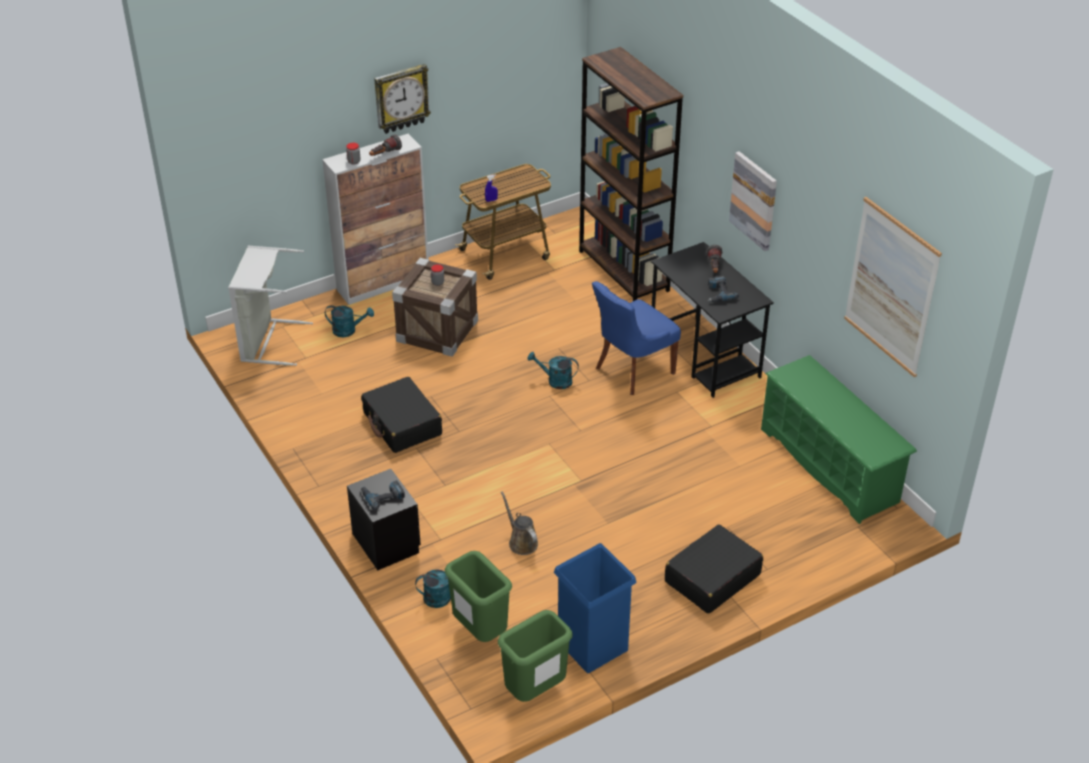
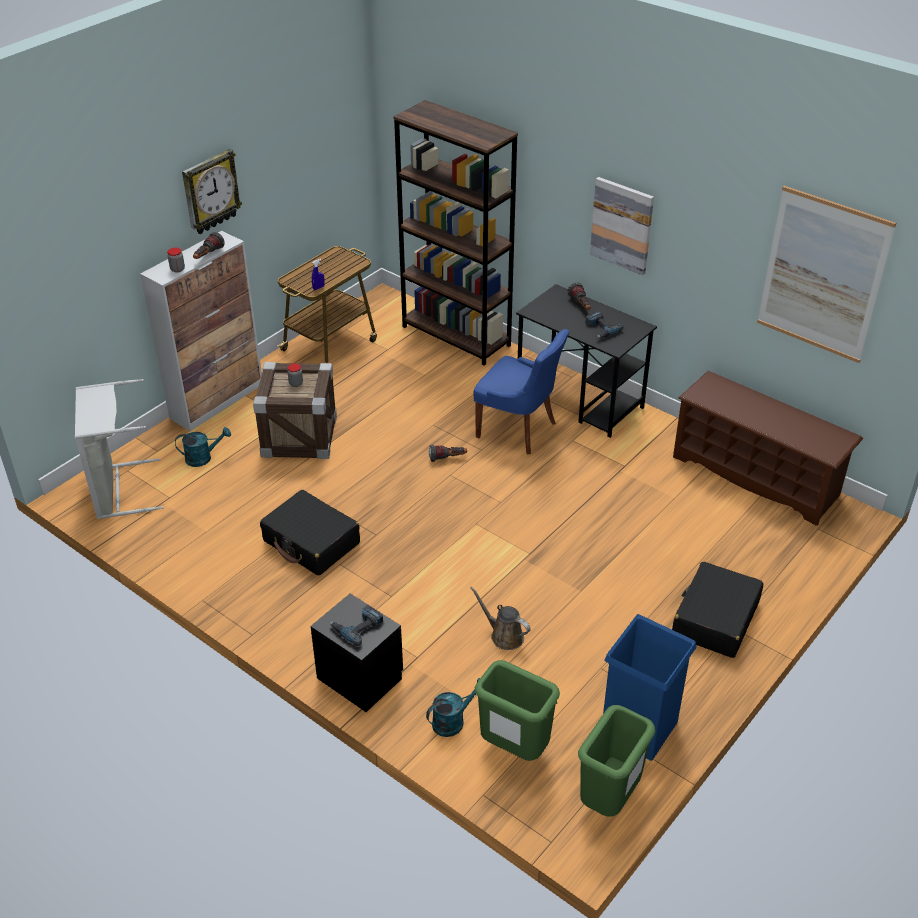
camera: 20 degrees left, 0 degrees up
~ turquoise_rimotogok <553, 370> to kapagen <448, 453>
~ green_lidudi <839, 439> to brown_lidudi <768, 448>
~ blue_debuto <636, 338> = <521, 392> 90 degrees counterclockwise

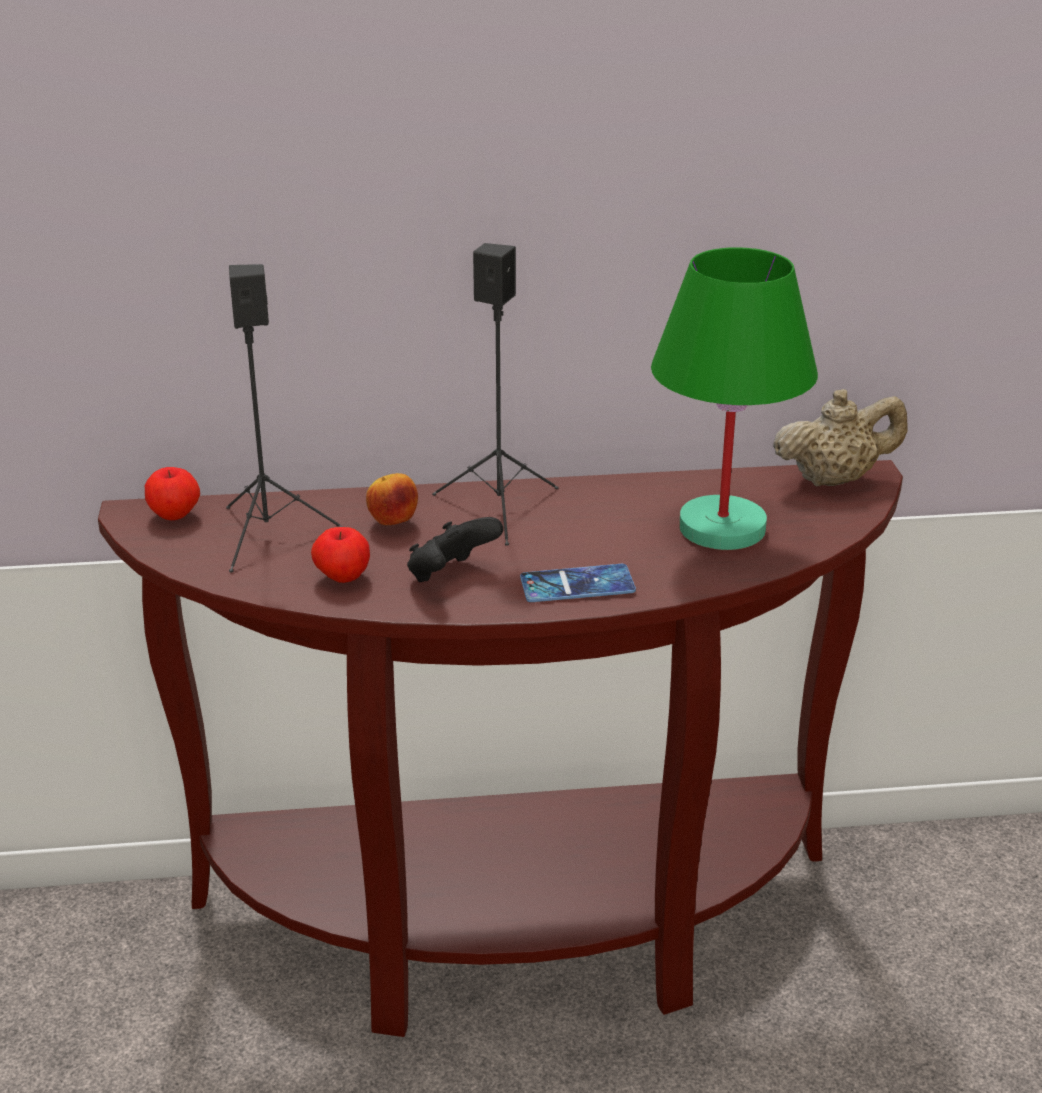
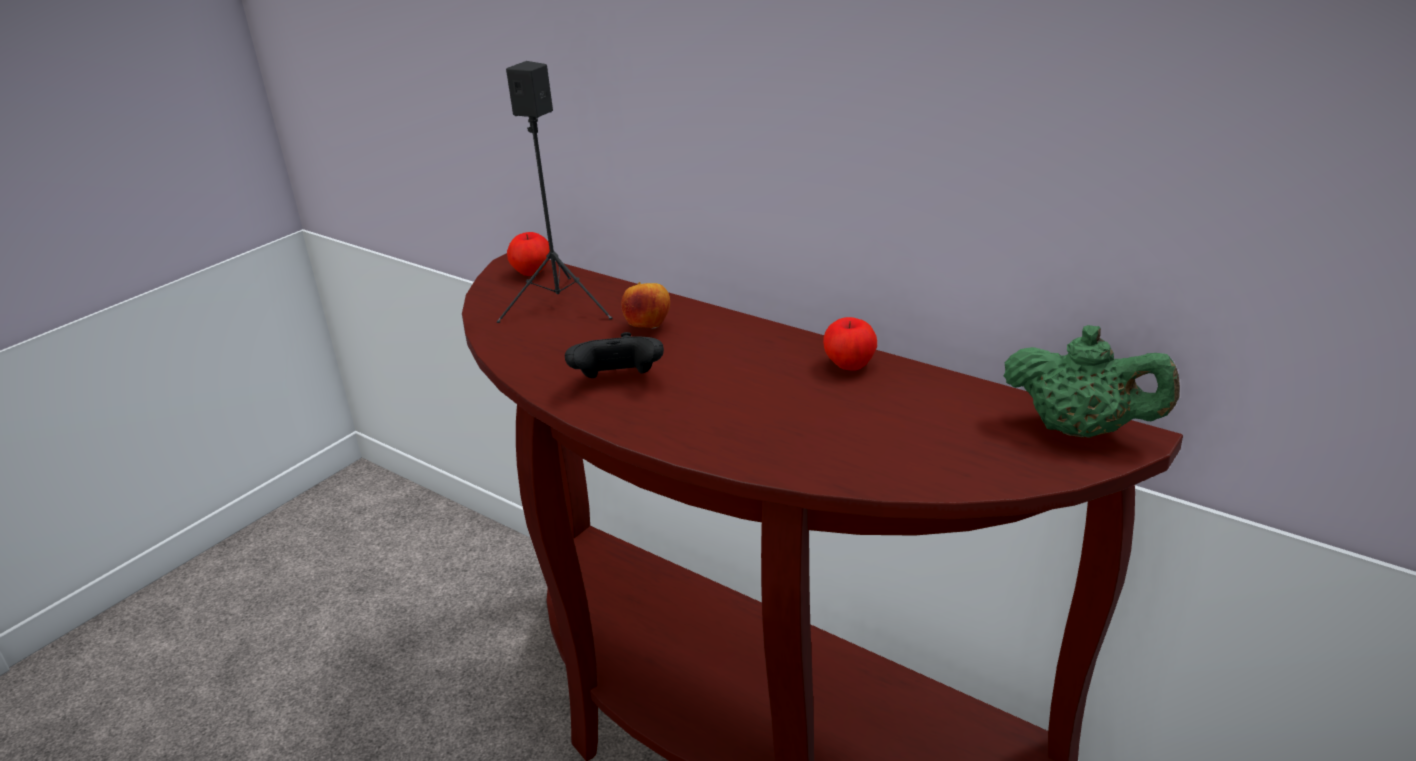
camera: 45 degrees right, 0 degrees up
- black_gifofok <495, 394>
- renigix <578, 583>
- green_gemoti <734, 398>
~ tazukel <340, 555> to <850, 344>
~ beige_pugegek <840, 438> to green_pugegek <1092, 381>

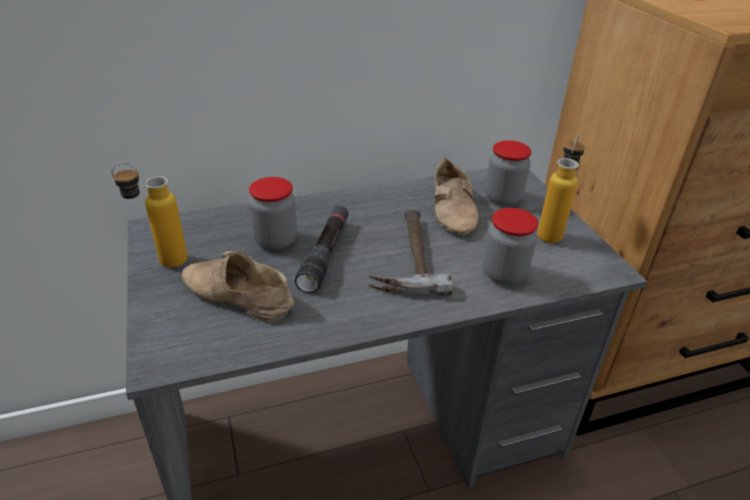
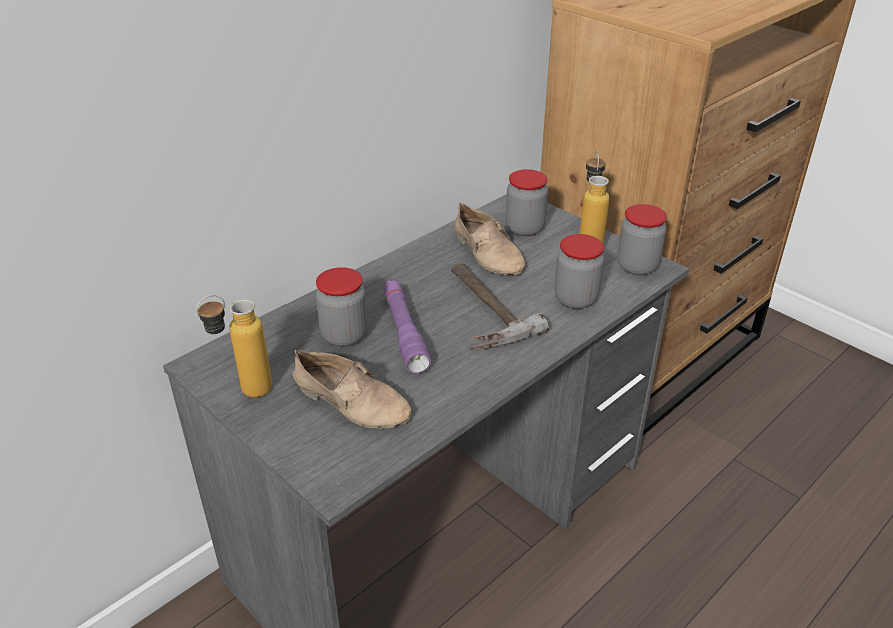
camera: 25 degrees left, 0 degrees up
+ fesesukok <642, 239>
~ black_kapagen <322, 249> to purple_kapagen <407, 327>
~ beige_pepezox <238, 287> = <351, 389> 150 degrees counterclockwise

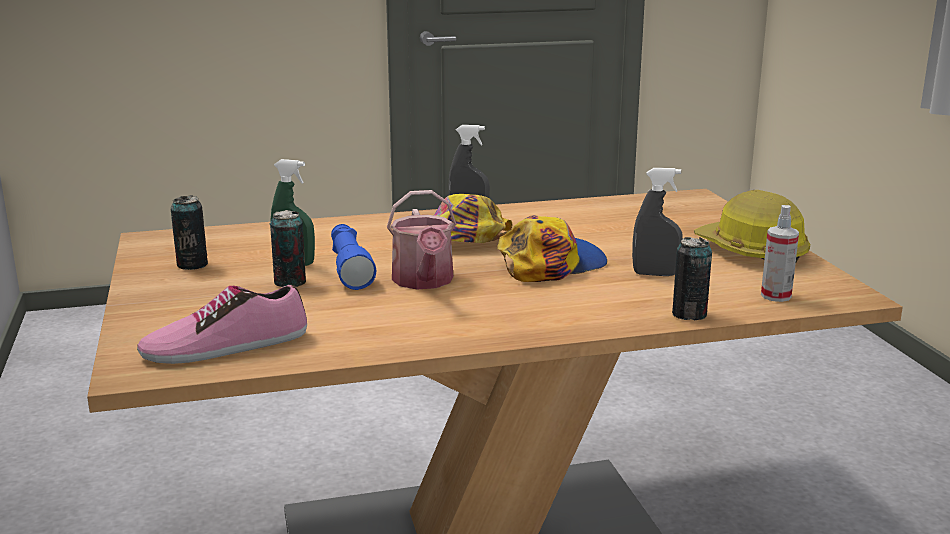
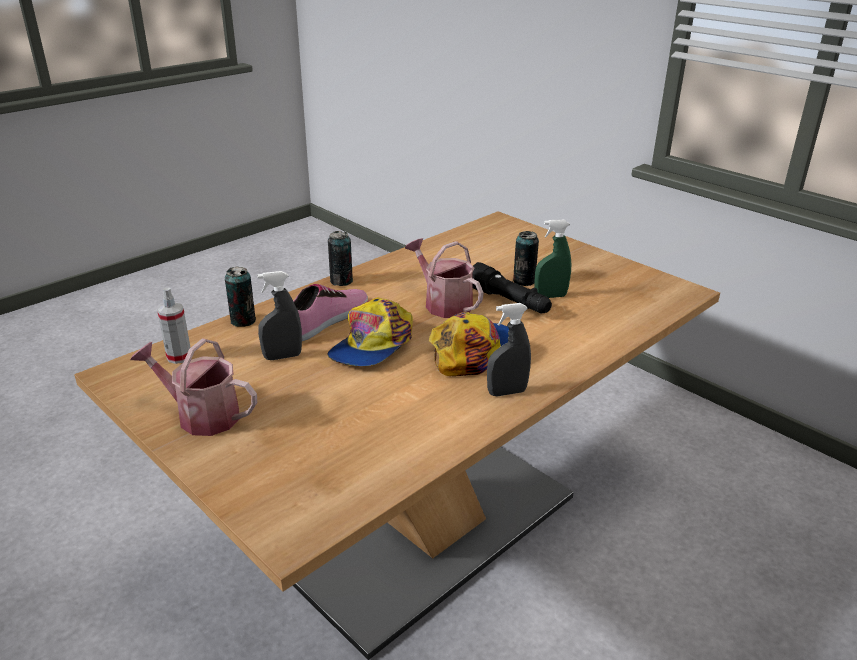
camera: 150 degrees right, 10 degrees up
~ pepezox <222, 324> to <331, 312>
~ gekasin <189, 233> to <340, 258>
~ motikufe <752, 226> to rimotogok <193, 387>
~ blue_kapagen <353, 257> to black_kapagen <512, 287>

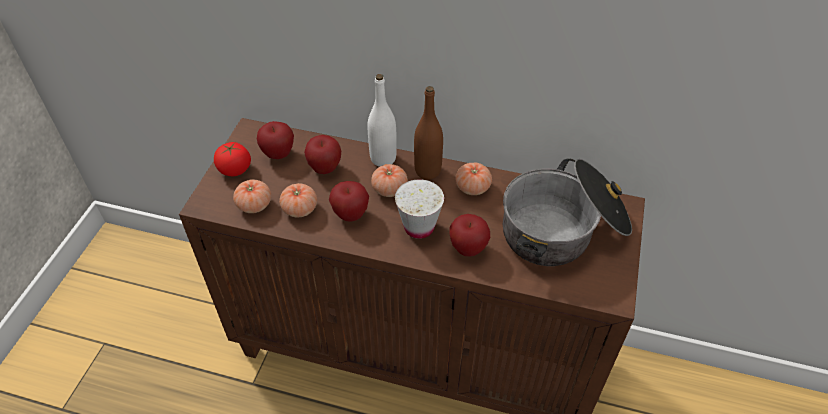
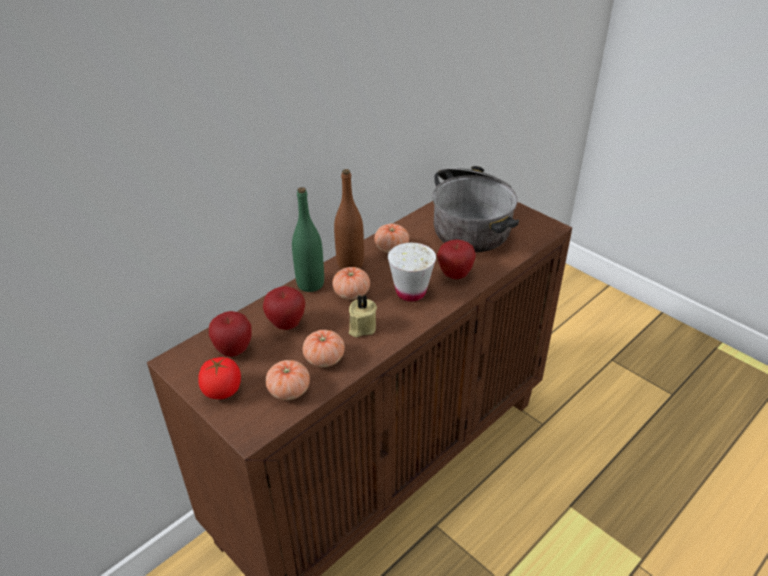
camera: 60 degrees left, 10 degrees down
~ tazukel <349, 201> to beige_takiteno <363, 316>
~ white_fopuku <382, 120> to green_fopuku <308, 239>

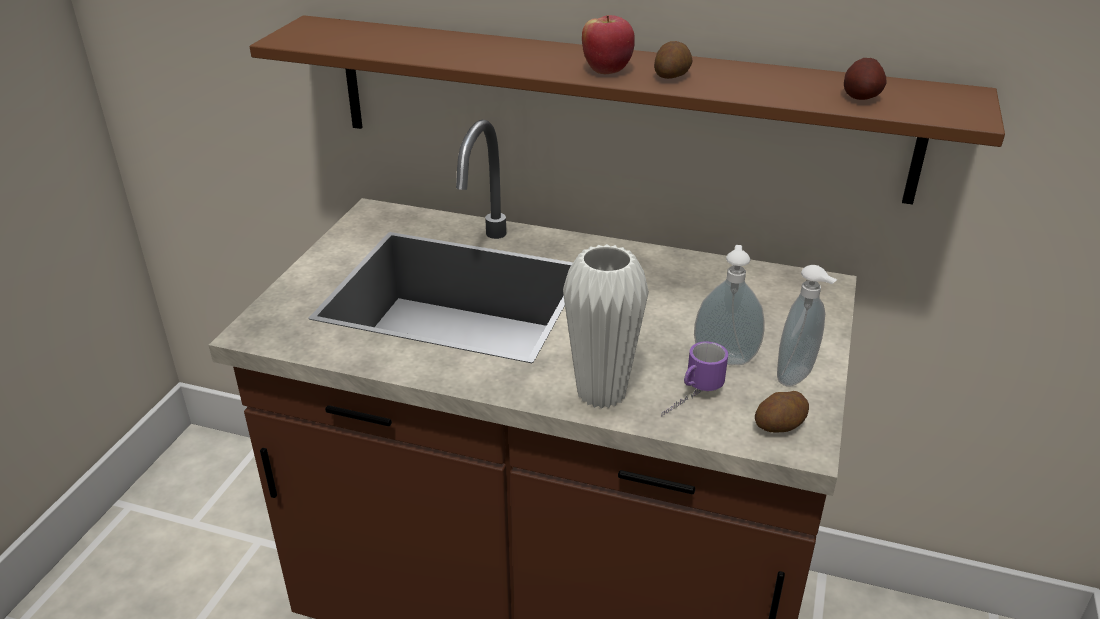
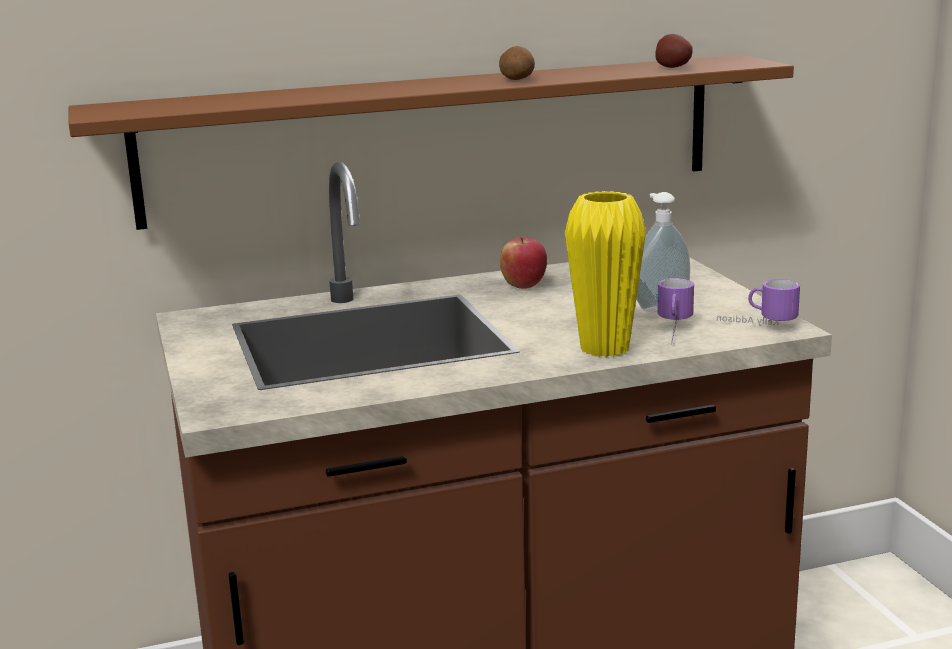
camera: 35 degrees left, 15 degrees down
- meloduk <807, 326>
~ tazukel <608, 44> to <523, 263>
~ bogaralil <782, 412> to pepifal <758, 302>
~ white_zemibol <606, 326> to yellow_zemibol <605, 274>

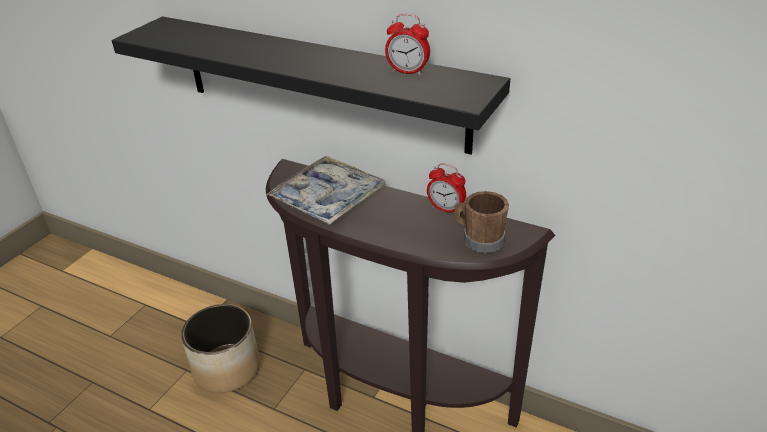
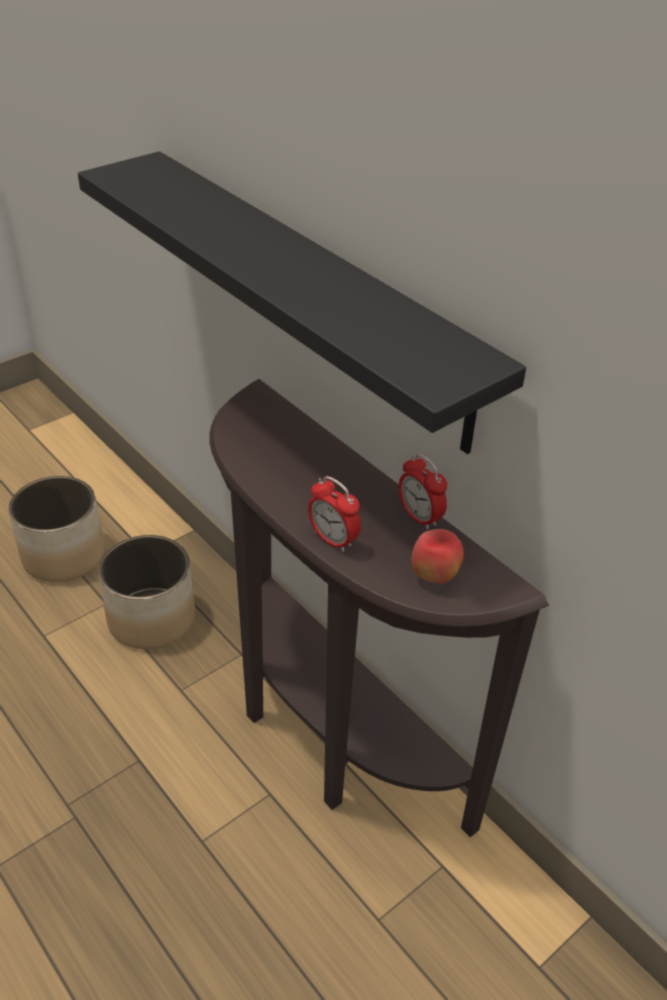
camera: 20 degrees right, 5 degrees up
- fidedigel <326, 190>
+ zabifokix <57, 529>
~ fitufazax <407, 44> to <334, 514>
~ brown_pepifal <481, 222> to tazukel <438, 556>

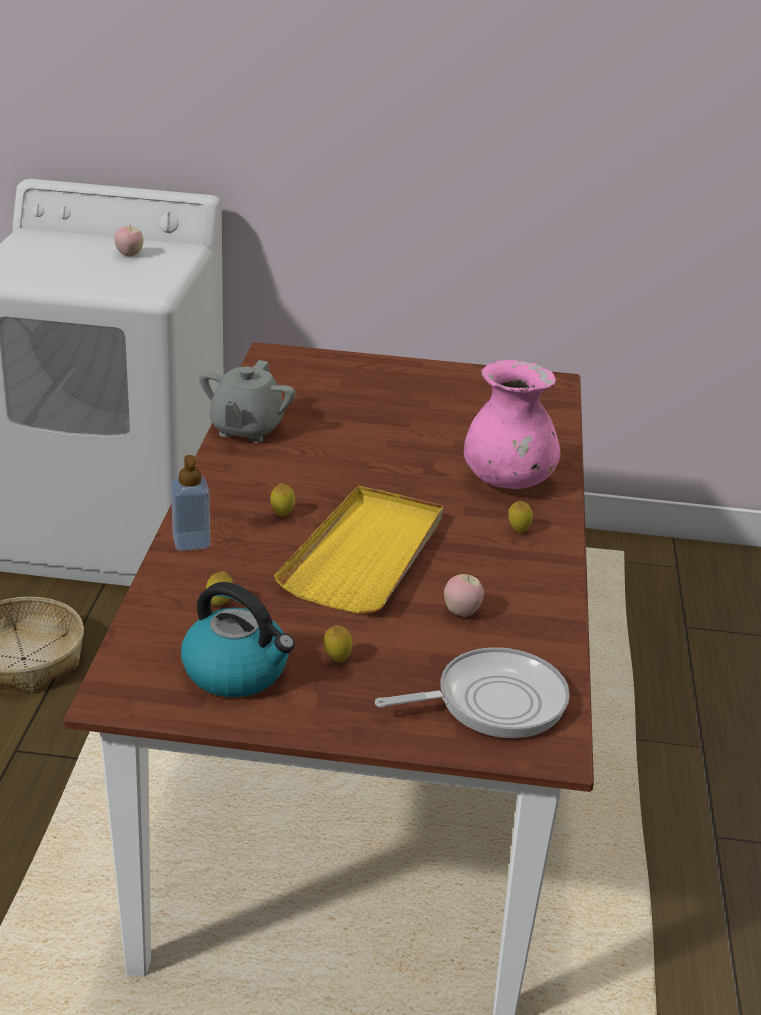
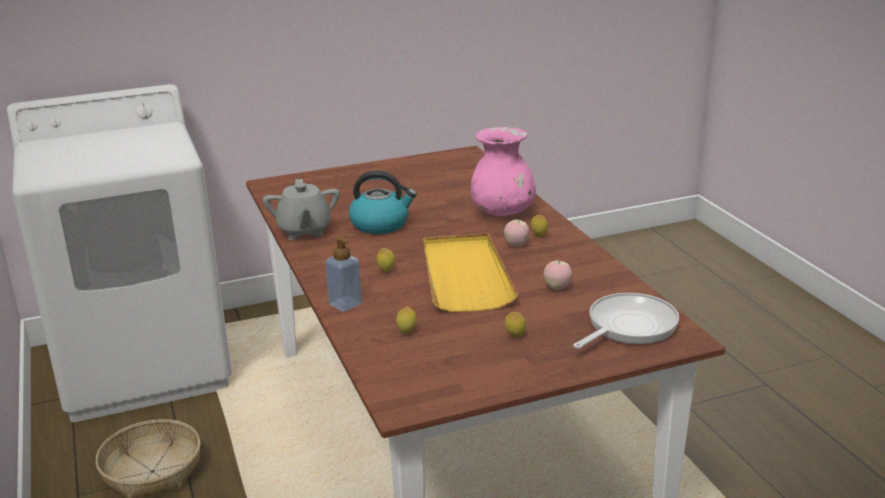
camera: 25 degrees left, 5 degrees down
~ tazukel <129, 241> to <516, 232>
~ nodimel <238, 639> to <383, 202>

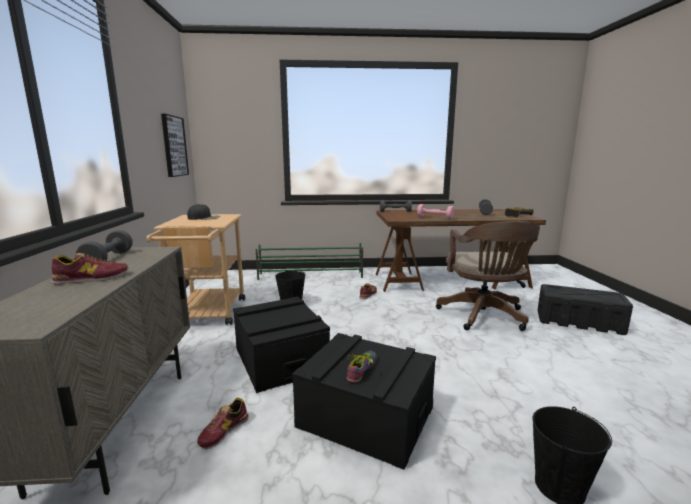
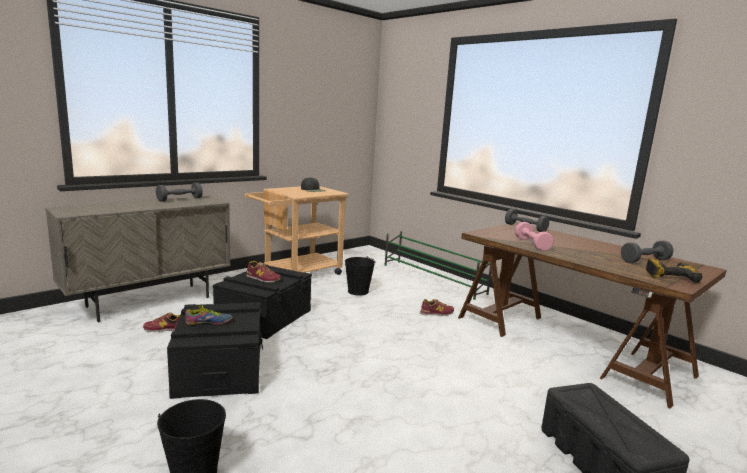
camera: 50 degrees right, 0 degrees up
- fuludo <175, 145>
- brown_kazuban <488, 276>
~ pepezox <89, 269> to <263, 272>

